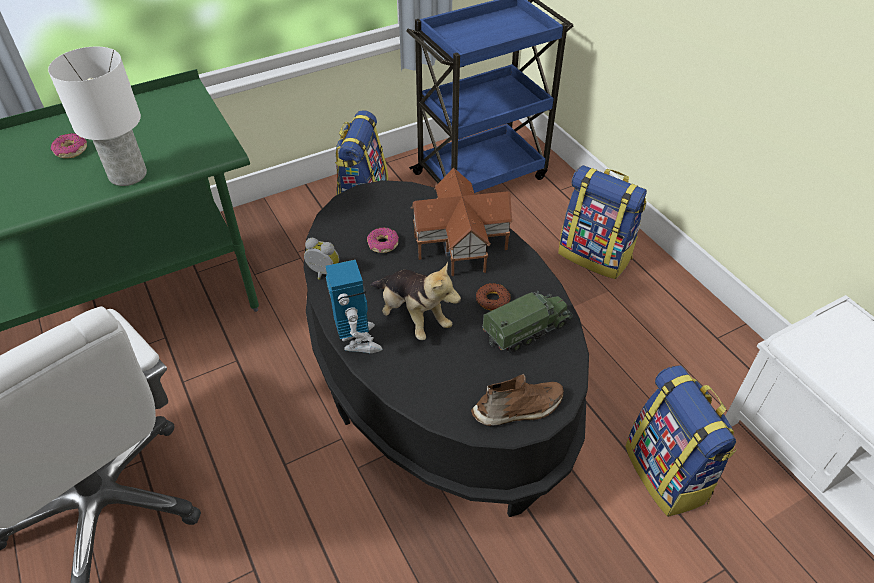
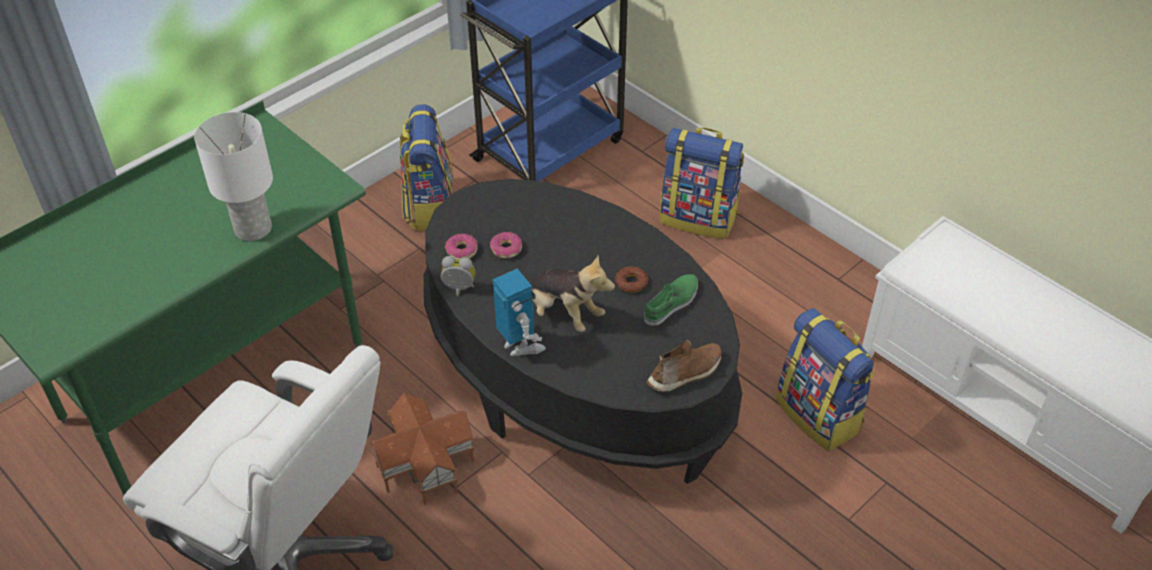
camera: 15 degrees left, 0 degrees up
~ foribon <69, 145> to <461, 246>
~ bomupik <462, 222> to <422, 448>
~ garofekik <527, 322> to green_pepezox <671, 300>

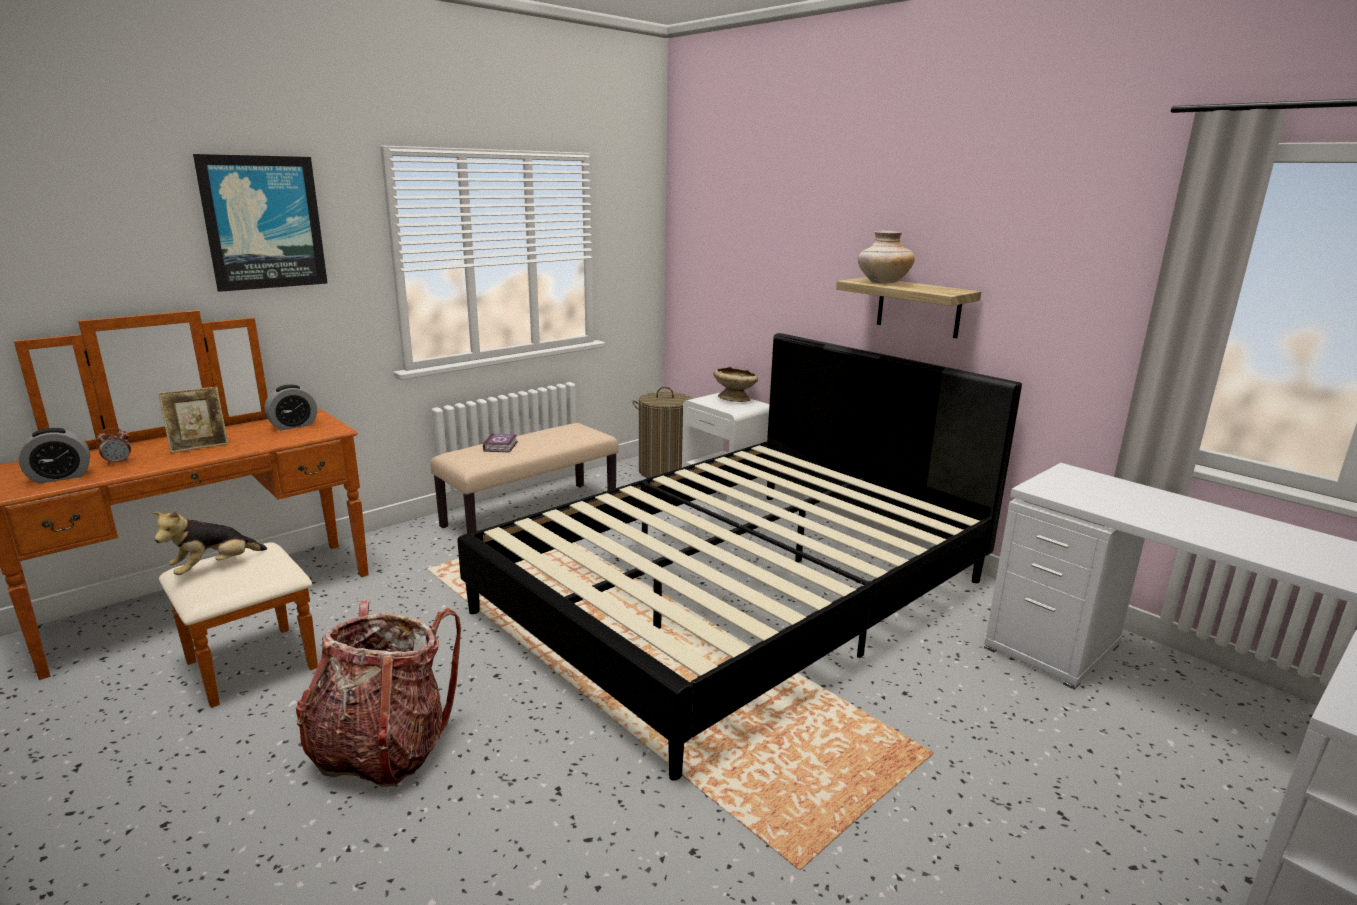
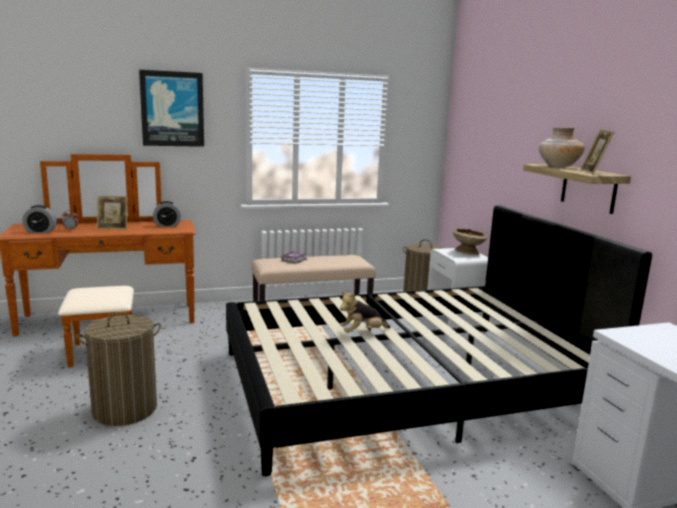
camera: 25 degrees right, 5 degrees down
+ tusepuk <597, 151>
~ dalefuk <209, 542> to <365, 312>
~ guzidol <378, 694> to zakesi <118, 369>

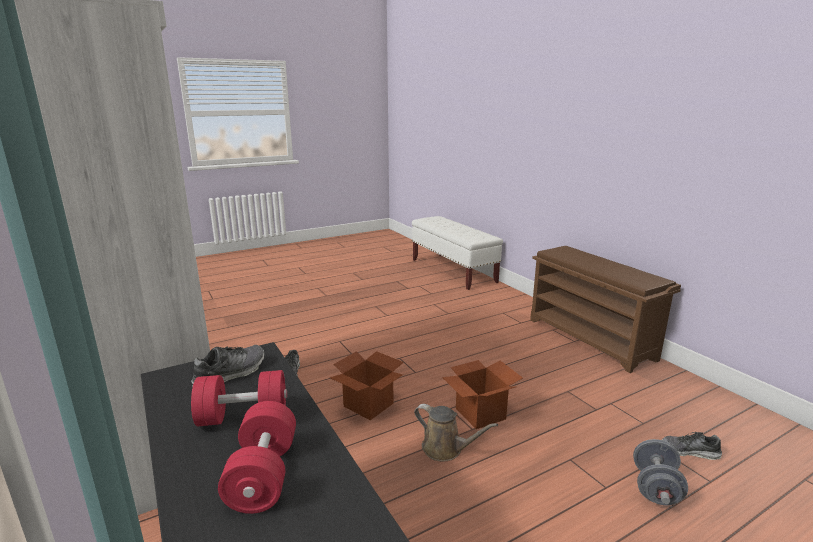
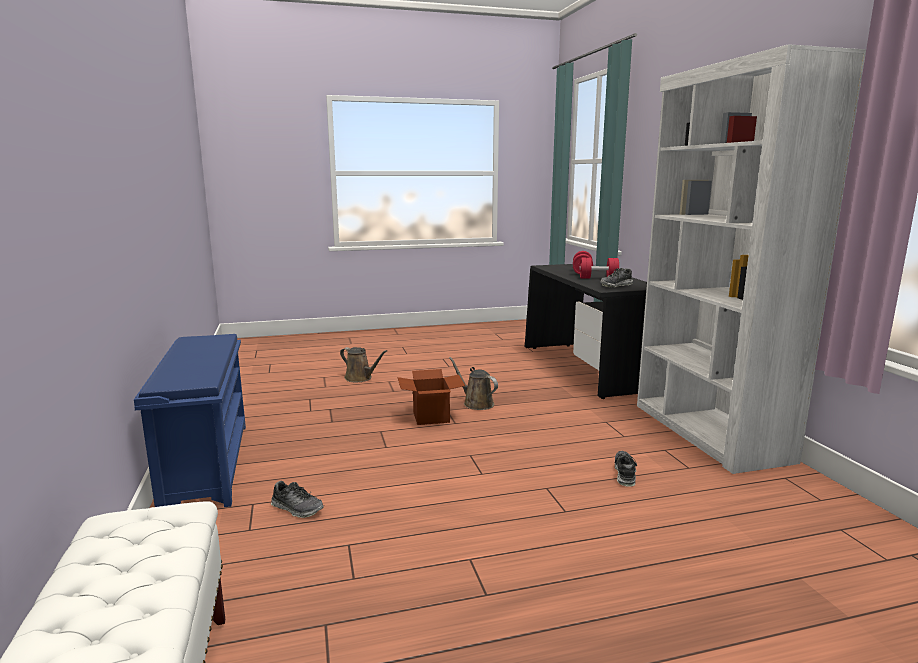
camera: 165 degrees left, 5 degrees down
- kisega <366, 385>
~ pepezox <692, 446> to <297, 499>
~ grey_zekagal <660, 472> to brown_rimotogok <363, 364>
~ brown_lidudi <605, 309> to blue_lidudi <190, 420>

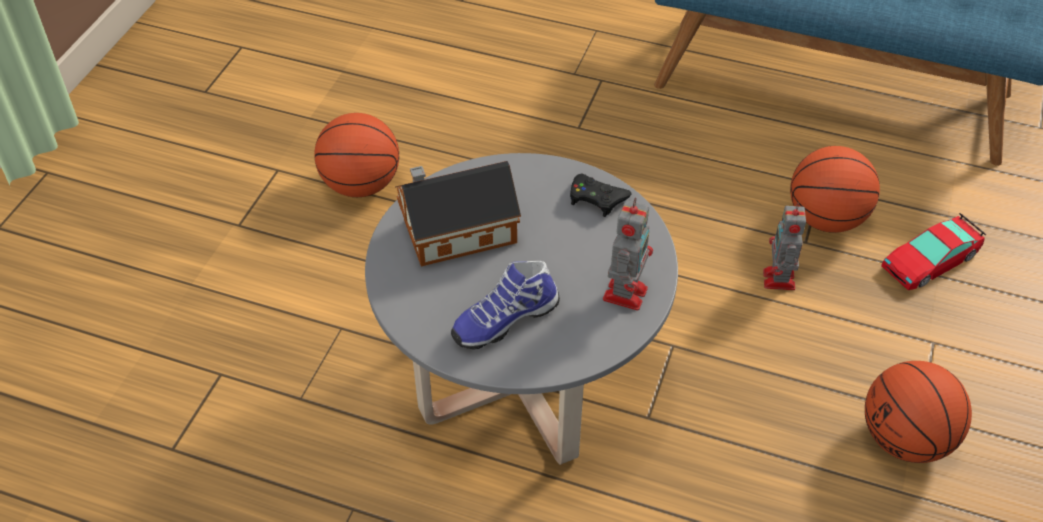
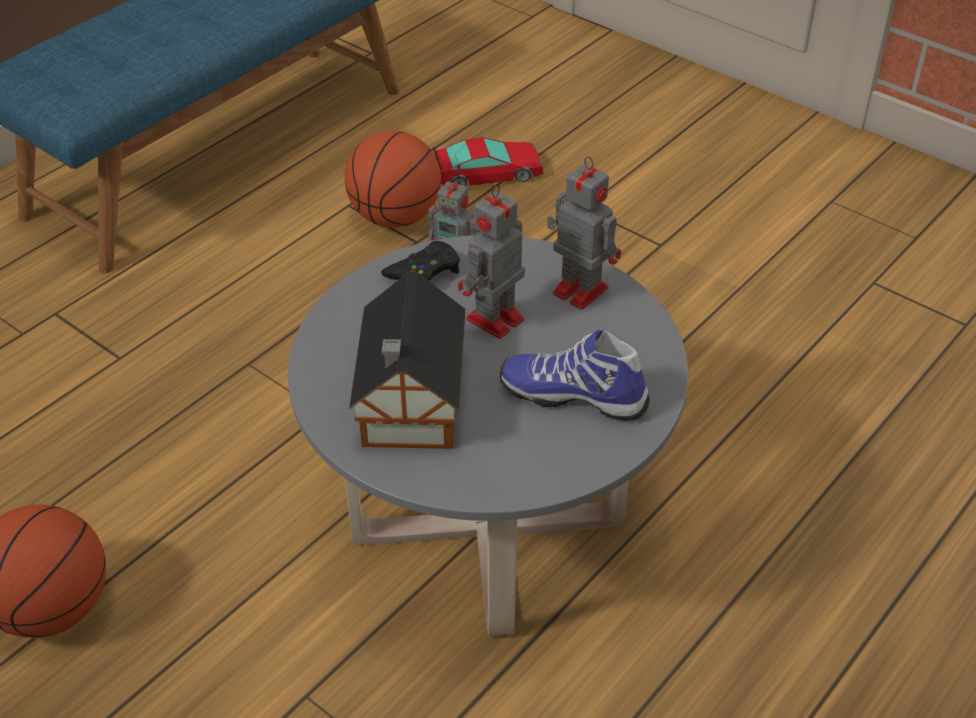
camera: 70 degrees left, 5 degrees down
- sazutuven <918, 412>
+ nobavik <491, 261>
~ pepezox <505, 305> = <575, 374> 120 degrees clockwise
~ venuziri <933, 251> = <488, 161> 90 degrees counterclockwise

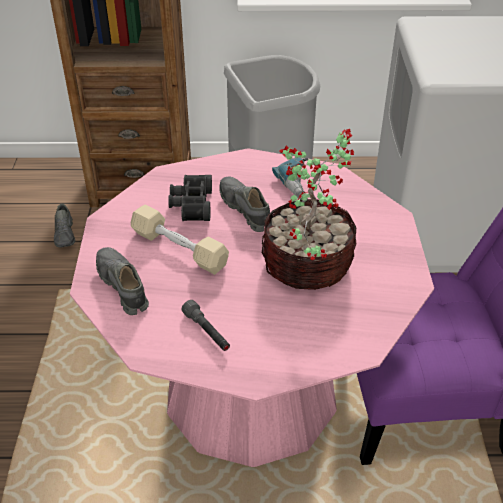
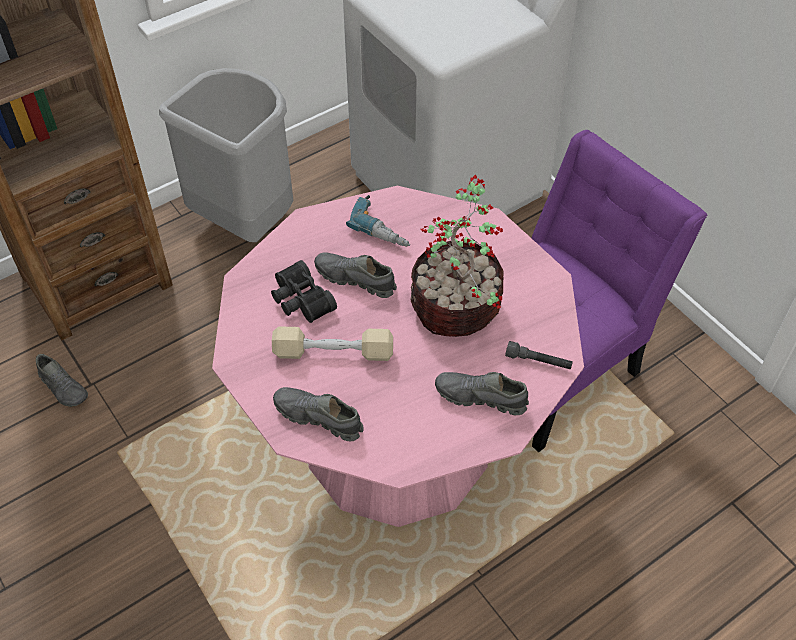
camera: 35 degrees left, 10 degrees up
+ grey_pepezox <482, 393>
~ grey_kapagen <206, 325> to <539, 355>

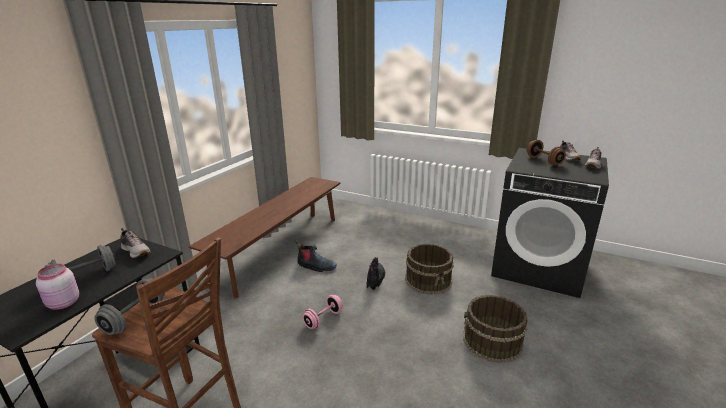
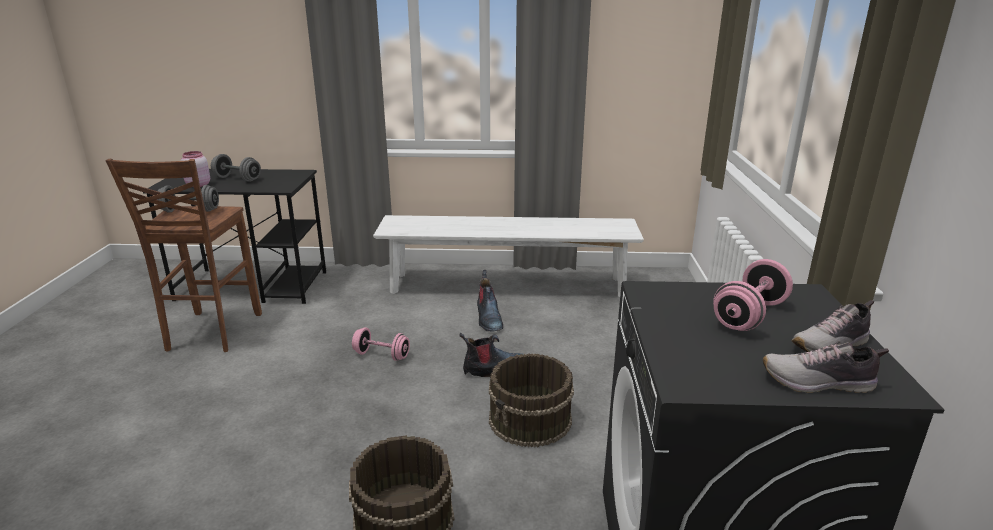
camera: 65 degrees right, 0 degrees up
- pepezox <135, 243>
~ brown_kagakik <265, 238> to white_kagakik <508, 256>
~ brown_zekagal <546, 153> to pink_zekagal <753, 295>

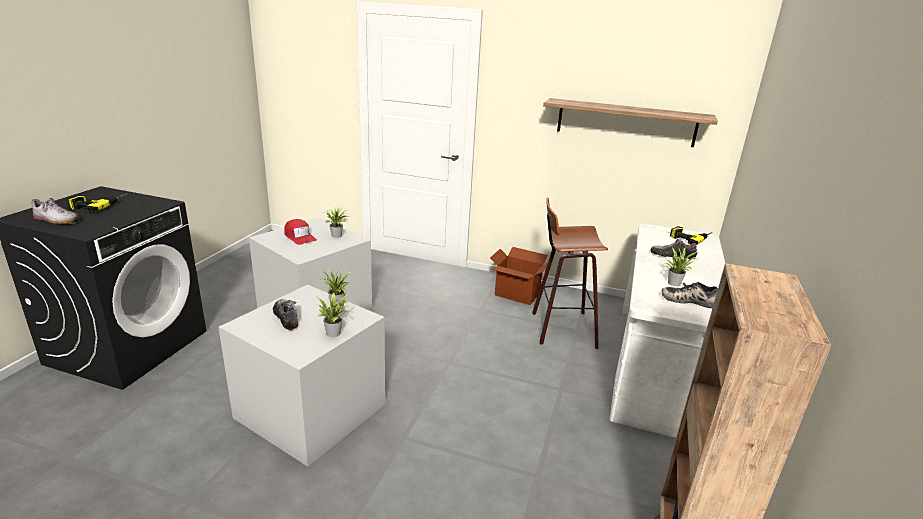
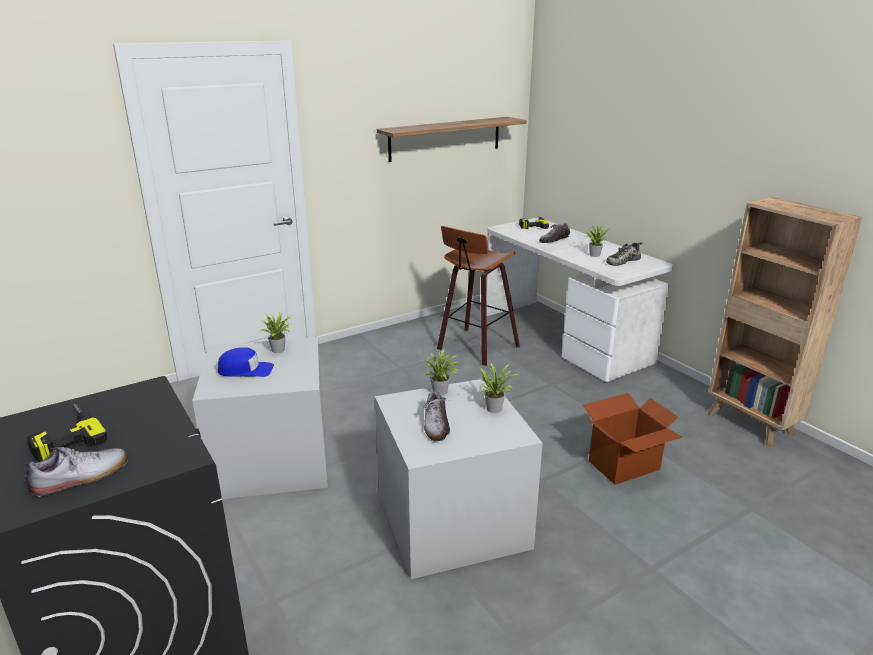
camera: 50 degrees left, 0 degrees up
~ kisega <519, 276> to <632, 439>
~ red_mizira <300, 232> to blue_mizira <246, 362>
~ pepezox <285, 314> = <436, 416> 105 degrees counterclockwise

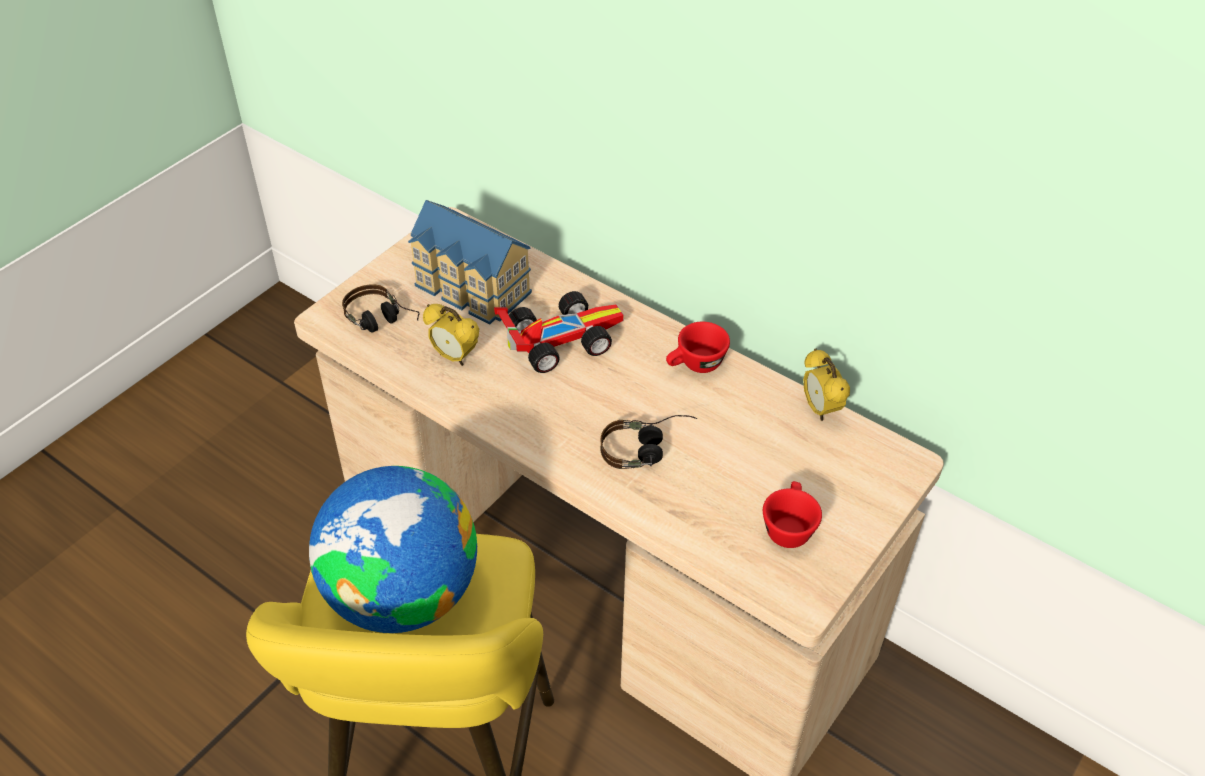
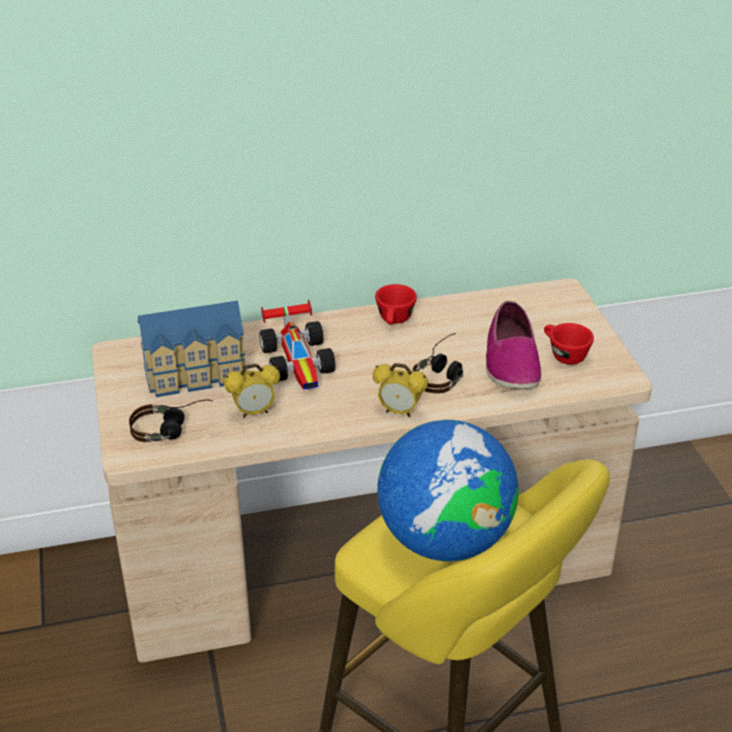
camera: 50 degrees left, 10 degrees down
+ pepezox <513, 345>
~ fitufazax <826, 385> to <400, 390>
~ venuziri <559, 332> = <297, 345> 150 degrees clockwise

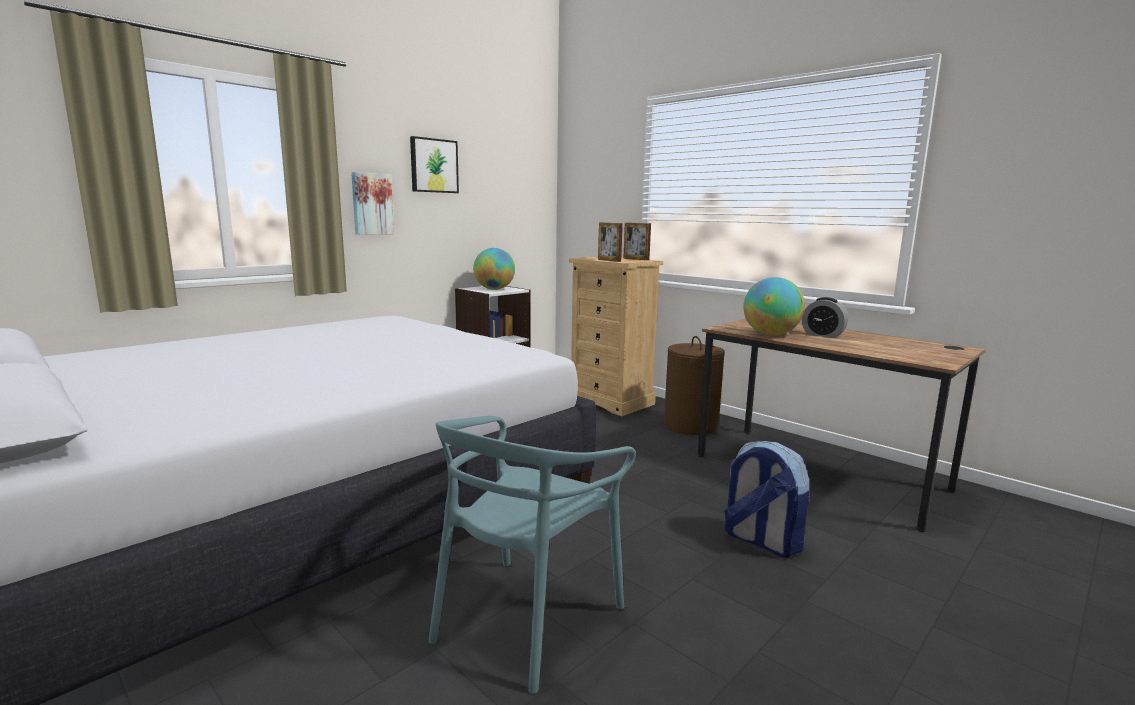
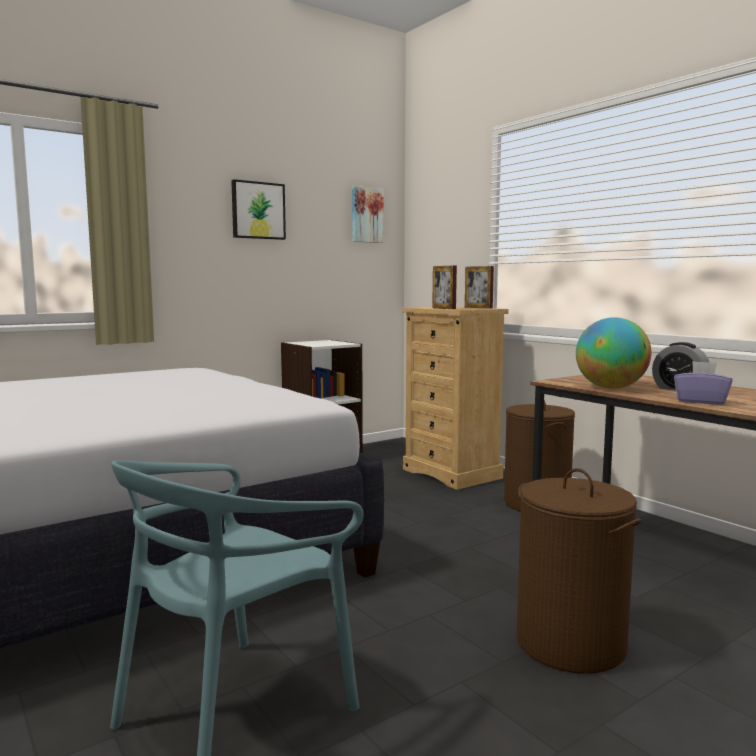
camera: 10 degrees right, 5 degrees down
- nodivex <494, 269>
+ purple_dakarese <703, 383>
~ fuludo <372, 203> to <368, 214>
~ guzidol <766, 499> to brown_zakesi <579, 571>

